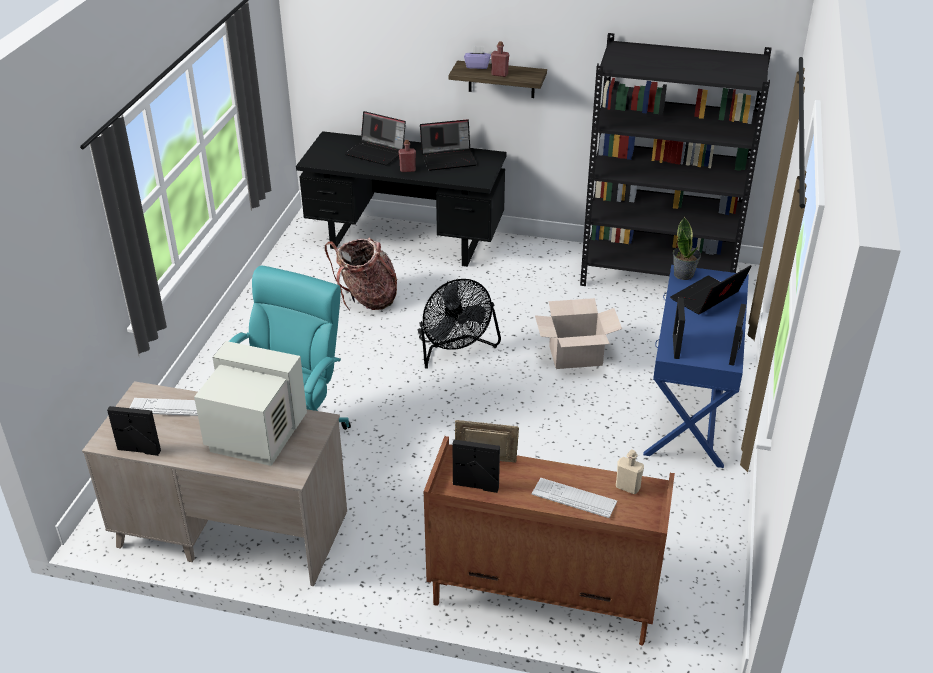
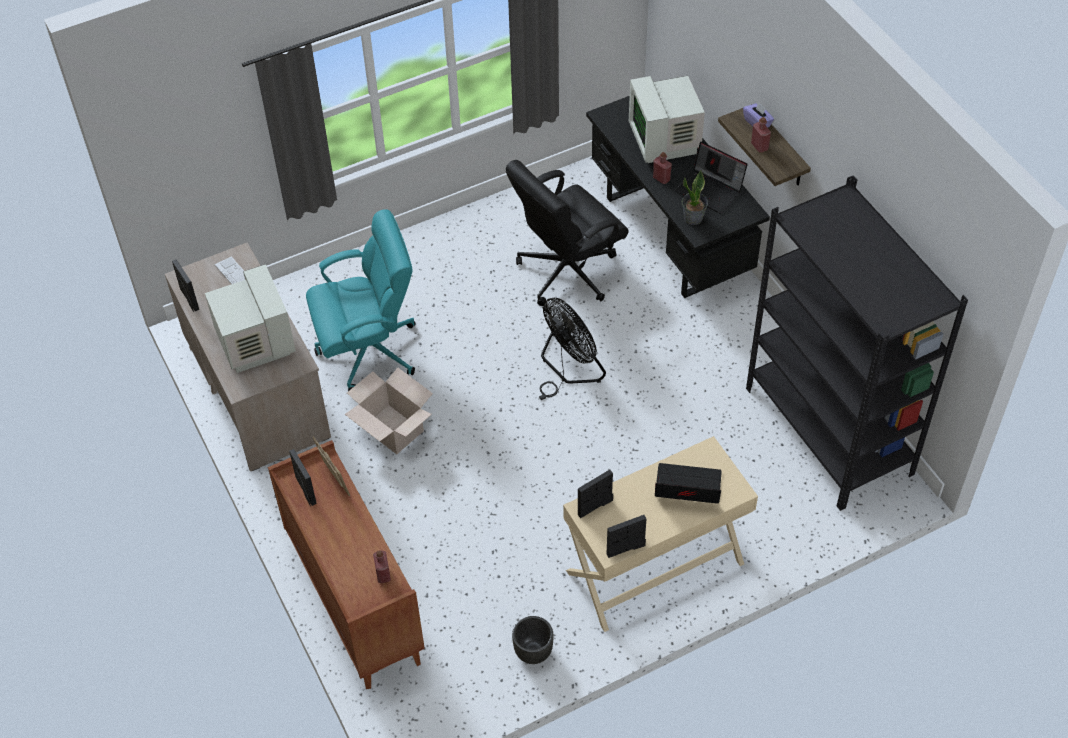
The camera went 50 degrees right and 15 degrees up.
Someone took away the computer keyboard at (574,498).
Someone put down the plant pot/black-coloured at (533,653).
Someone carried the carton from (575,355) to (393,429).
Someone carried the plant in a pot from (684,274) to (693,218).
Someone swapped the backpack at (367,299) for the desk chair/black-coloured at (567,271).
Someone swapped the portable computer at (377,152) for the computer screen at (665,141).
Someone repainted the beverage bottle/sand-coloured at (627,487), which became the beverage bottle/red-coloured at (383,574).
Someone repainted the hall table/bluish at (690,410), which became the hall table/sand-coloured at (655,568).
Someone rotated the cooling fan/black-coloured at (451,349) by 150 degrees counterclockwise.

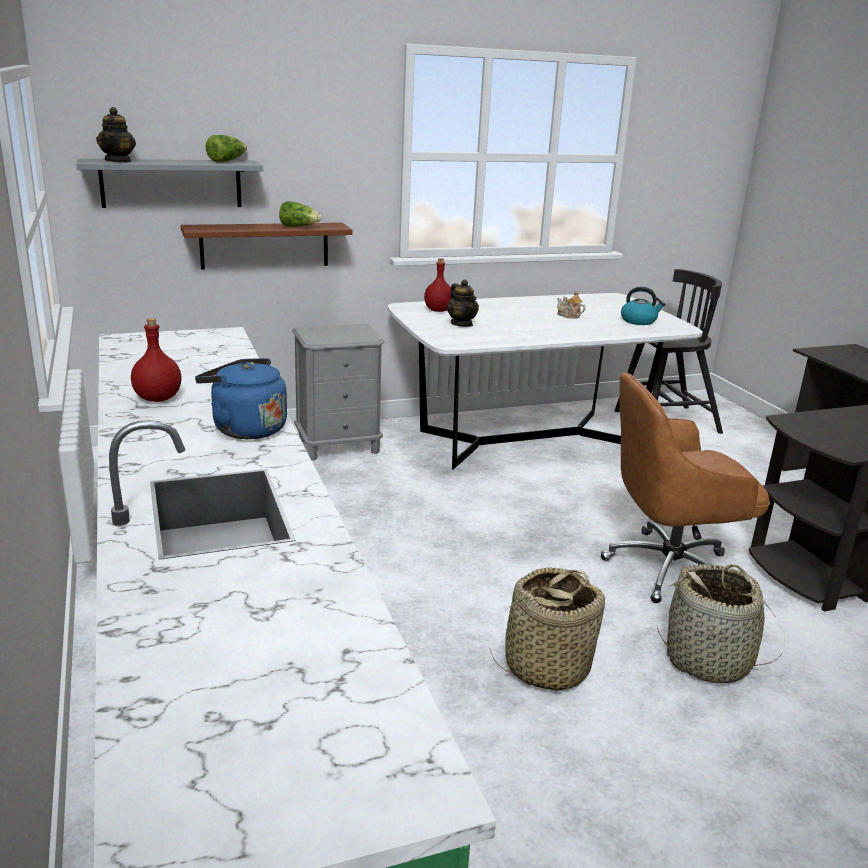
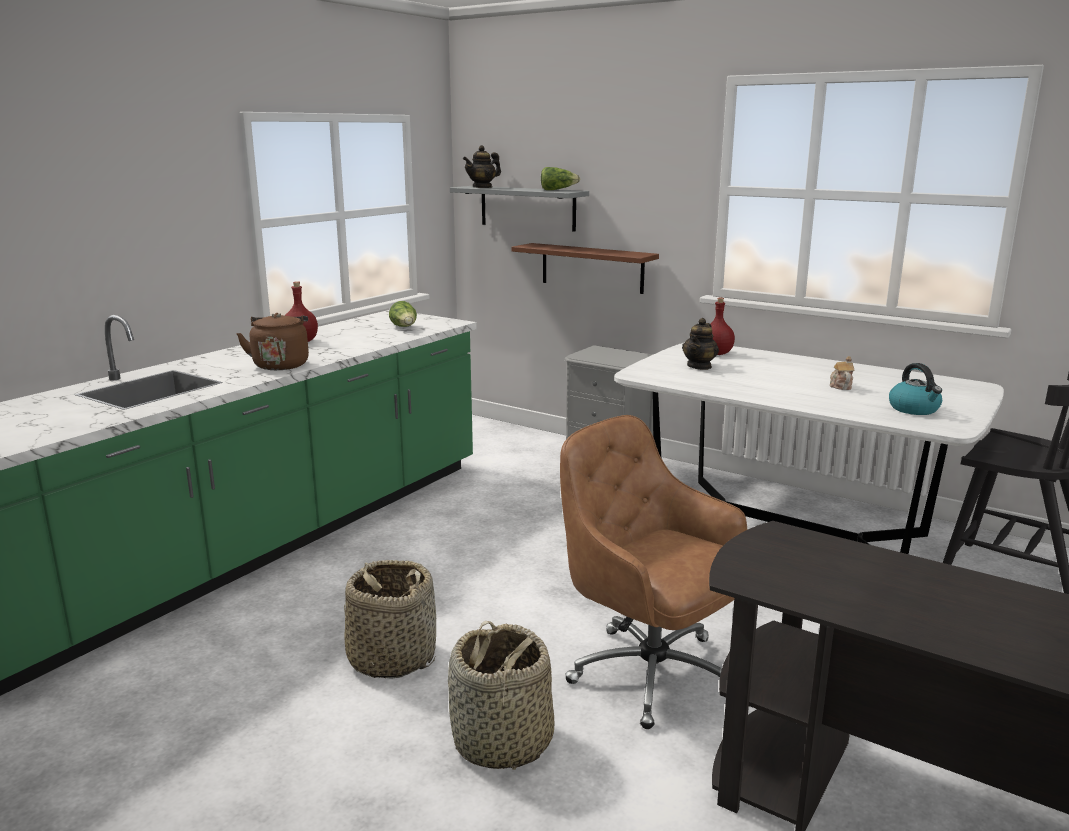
The camera went 55 degrees right and 5 degrees down.
Someone carried the head of lettuce from (299,227) to (405,327).
Someone repainted the water kettle/bluish at (245,429), which became the water kettle/brown at (281,365).

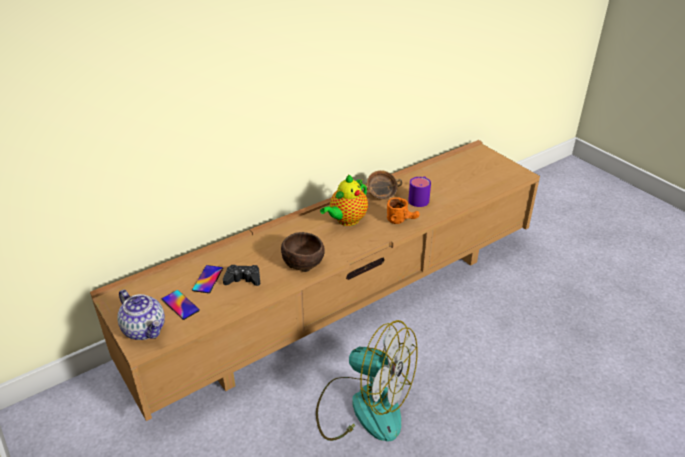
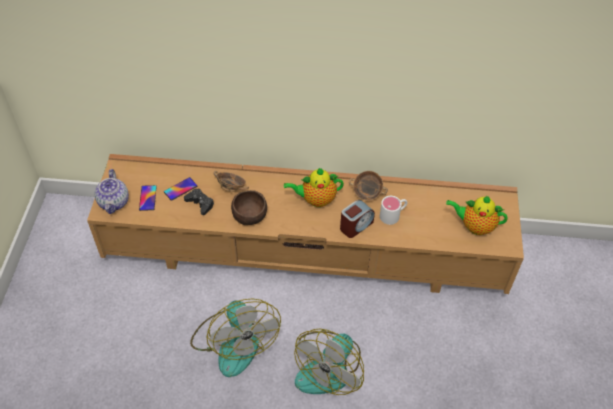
The camera went 40 degrees right and 15 degrees up.
Someone put down the bowl at (232,187).
Someone put down the cooling fan at (329,367).
Someone put down the pot for tea at (474,226).
Someone swapped the coffee mug/orange at (402,220) for the bedside clock at (356,225).
Someone repainted the coffee mug/purplish at (420,198), which became the coffee mug/white at (393,214).

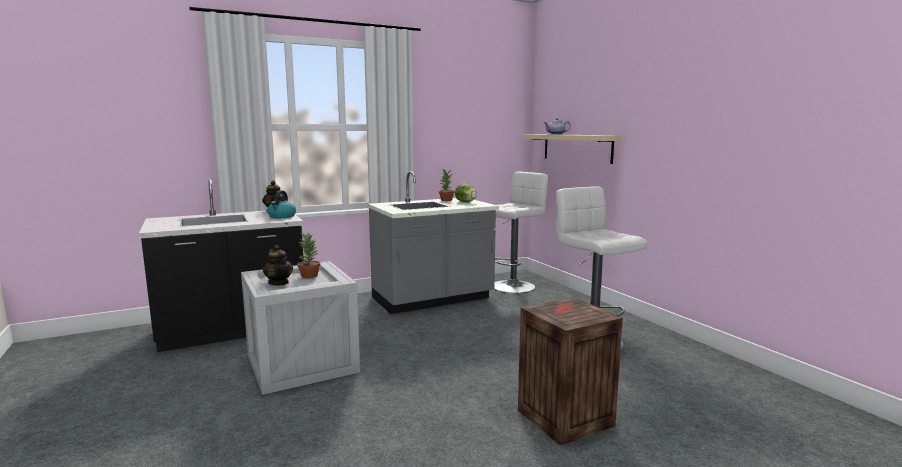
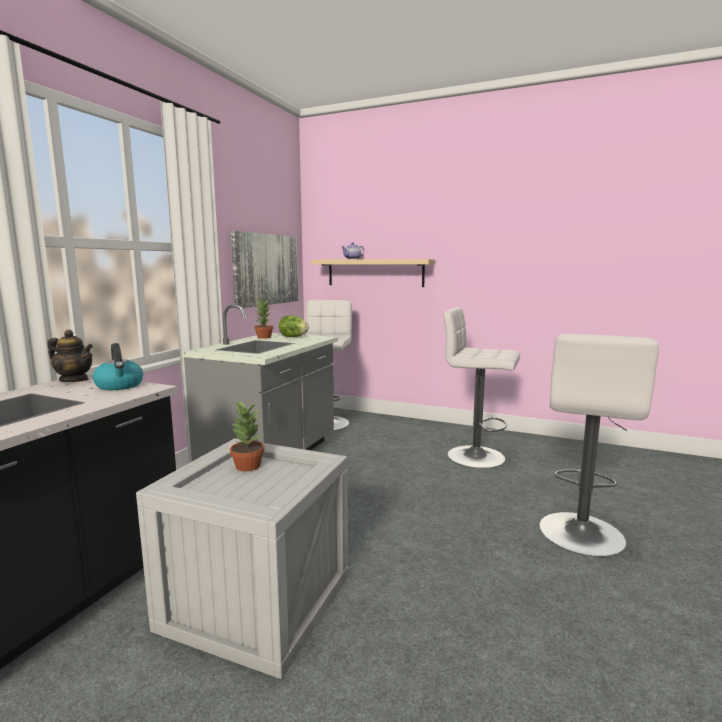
The camera went 40 degrees left and 0 degrees up.
Someone took away the pot for tea at (279,283).
Someone put up the wall art at (266,269).
Someone swapped the shipping crate at (563,417) for the sitting stool/white at (580,533).

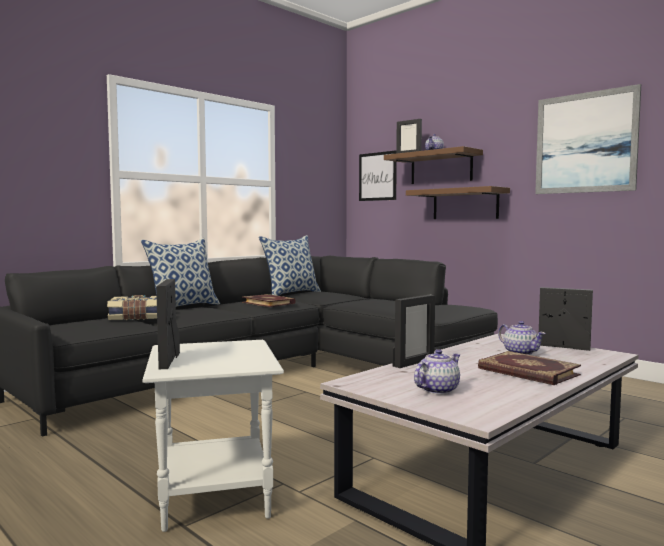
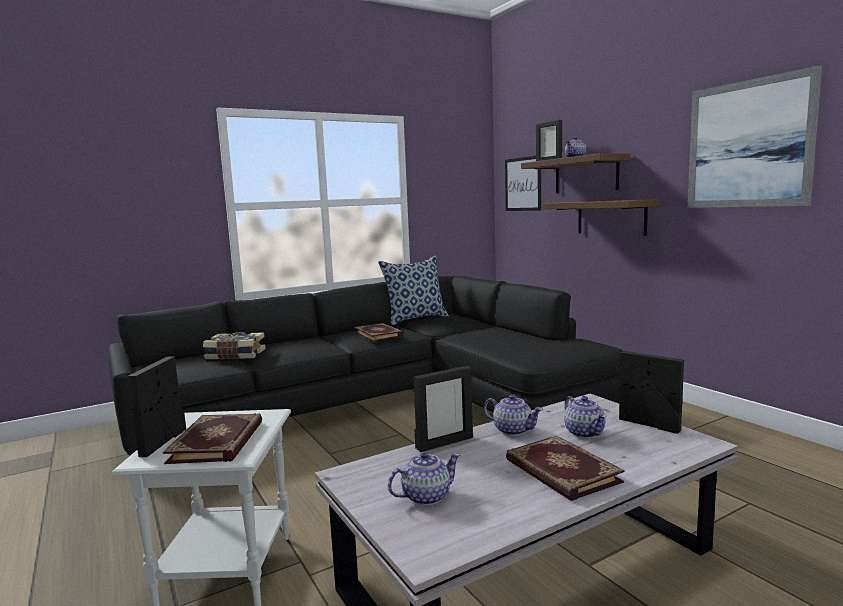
The camera went 15 degrees right and 5 degrees up.
Someone took away the pillow at (183,307).
Someone put down the bound book at (218,442).
Someone put down the pot for tea at (512,430).

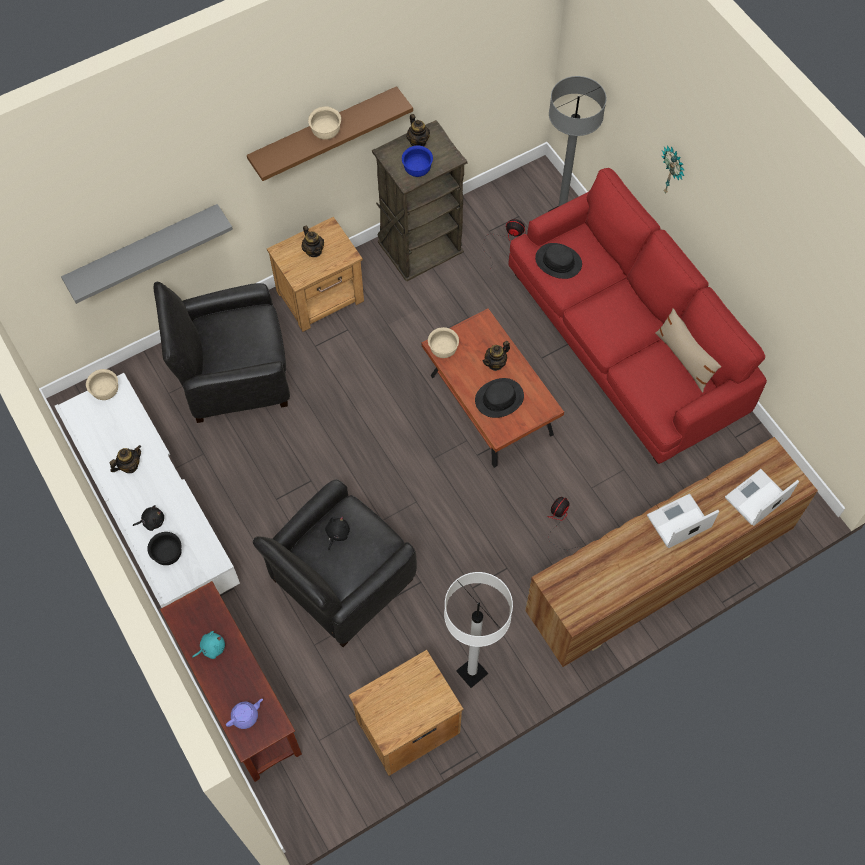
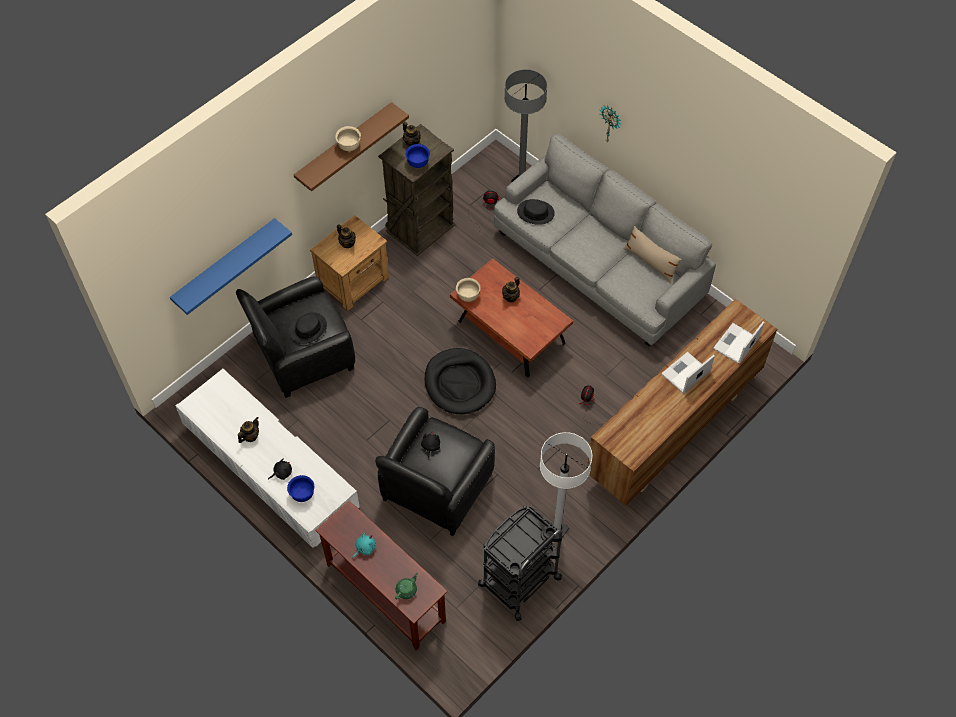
The camera went 15 degrees left and 5 degrees down.
Someone took away the bowl/sand-coloured at (106,392).
Someone put down the pet bed/black-coloured at (459,383).
Someone carried the hat/black-coloured from (499,398) to (308,328).
Someone swapped the night table/brown at (406,726) for the cart/black-coloured at (519,581).
Someone repainted the shelf/gray at (143,249), which became the shelf/bluish at (225,264).
Someone repainted the bowl/black-coloured at (168,554), which became the bowl/bluish at (302,494).
Someone repainted the pot for tea/purplish at (246,716), which became the pot for tea/green-coloured at (407,590).
Someone repainted the couch/red-coloured at (625,343), which became the couch/gray at (599,265).

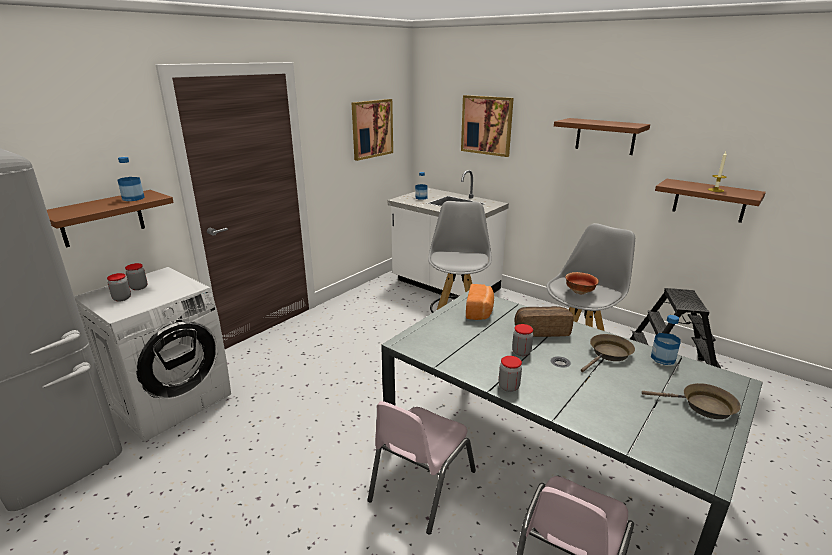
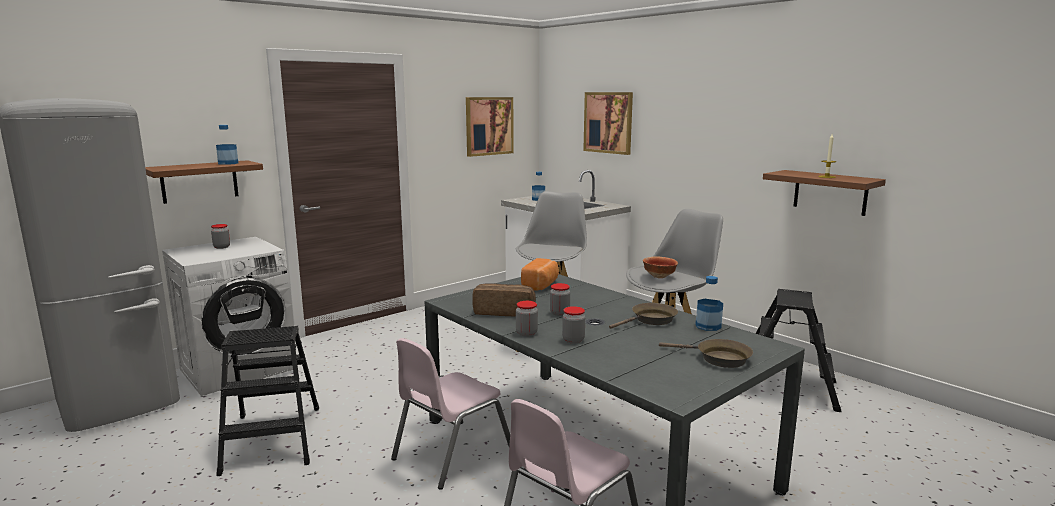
The camera went 10 degrees right and 10 degrees down.
Someone took away the shelf/brown at (605,136).
Someone put down the step ladder/black-coloured at (272,438).
Someone carried the preserve jar from (122,298) to (573,340).
Someone carried the baked bread from (541,330) to (504,311).

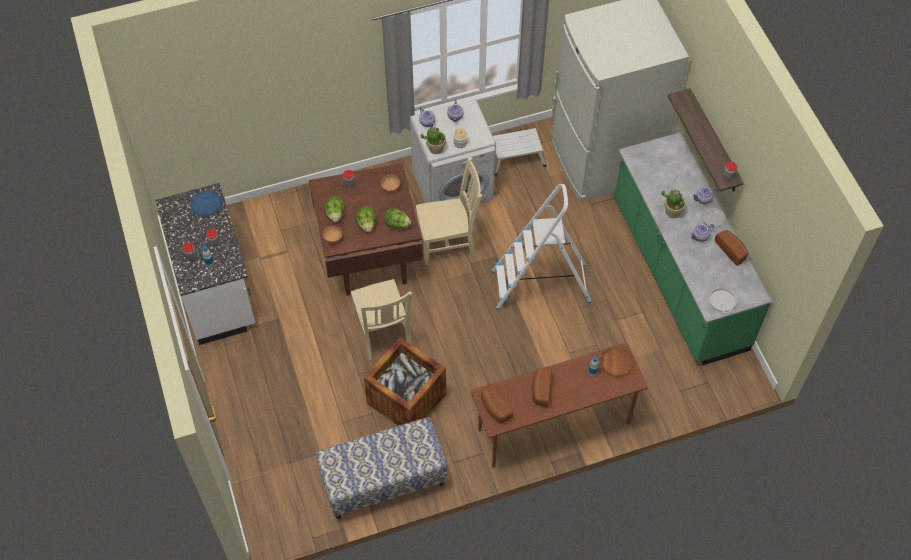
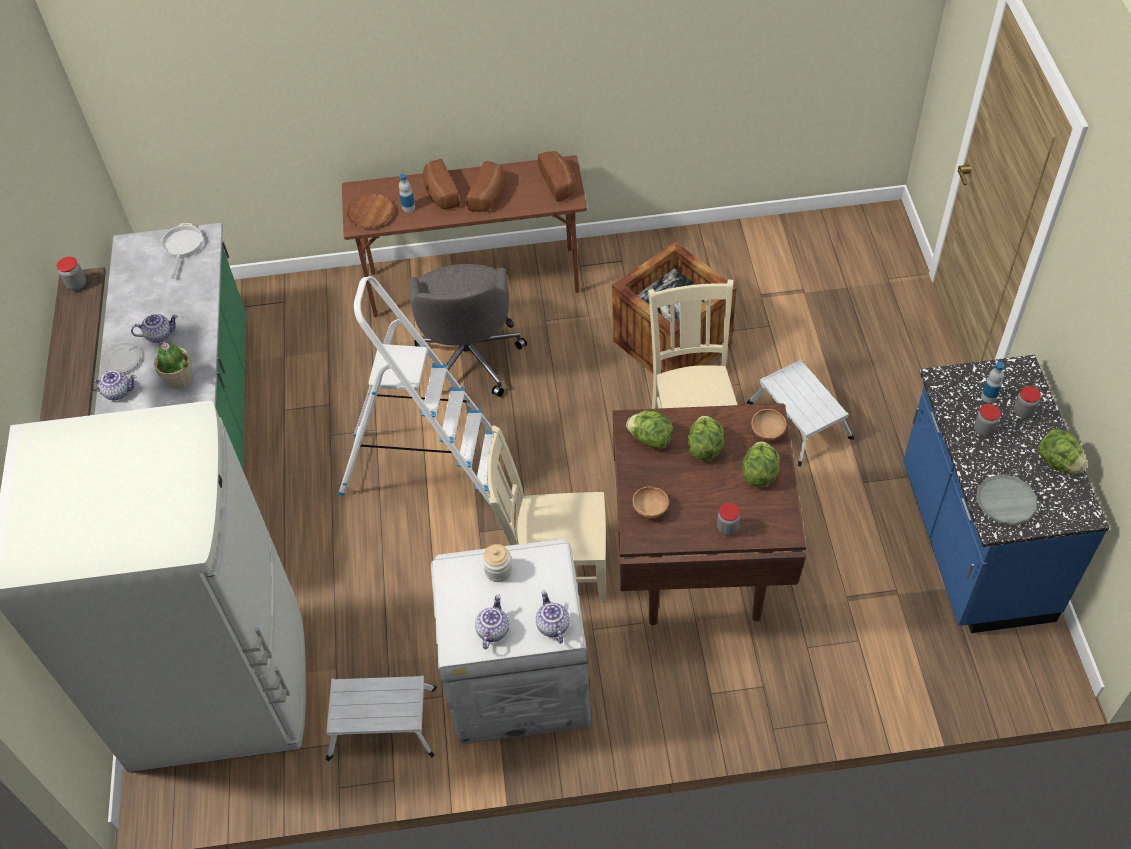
The camera went 165 degrees left and 5 degrees down.
Someone took away the long seat at (383,481).
Someone took away the plant in a pot at (435,148).
Someone put down the desk chair/gray at (469,360).
Someone put down the step ladder/white at (800,420).
Someone put down the head of lettuce at (1058,463).
Someone carried the baked bread from (732,250) to (440,194).
Someone repainted the counter/white at (217,291), which became the counter/bluish at (972,544).
Someone repainted the dinner plate/bluish at (206,204), which became the dinner plate/gray at (1005,502).

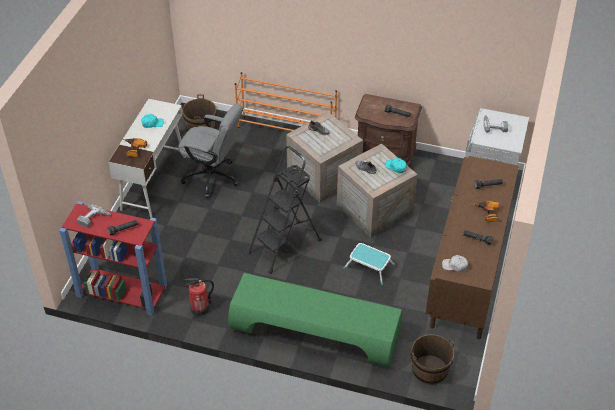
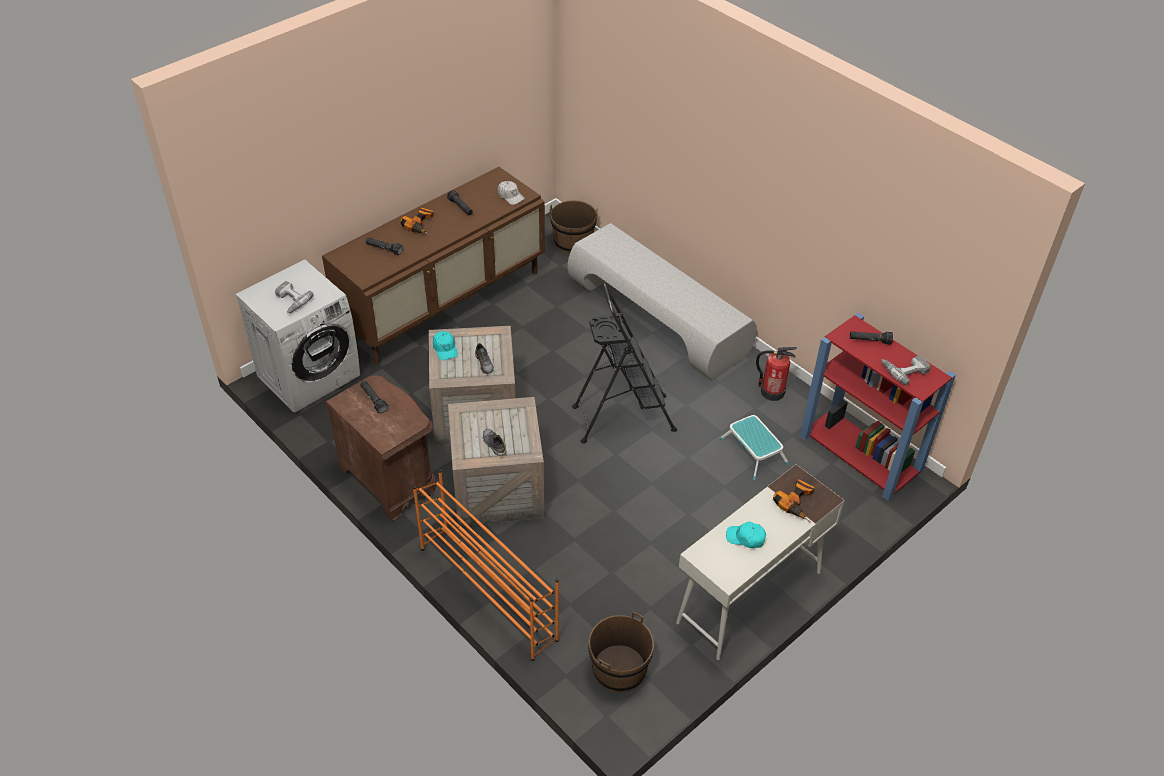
The camera went 150 degrees left and 0 degrees up.
Someone took away the desk chair/gray at (214,179).
Someone carried the step ladder/blue-green from (369,266) to (753,451).
Someone repainted the long seat/green-coloured at (315,331), which became the long seat/gray at (658,317).

